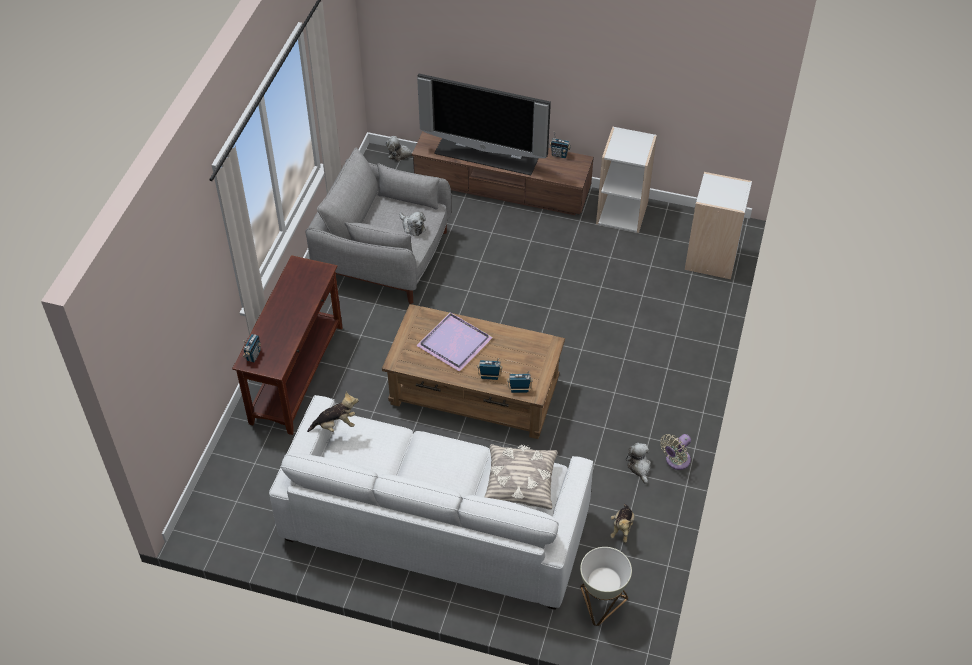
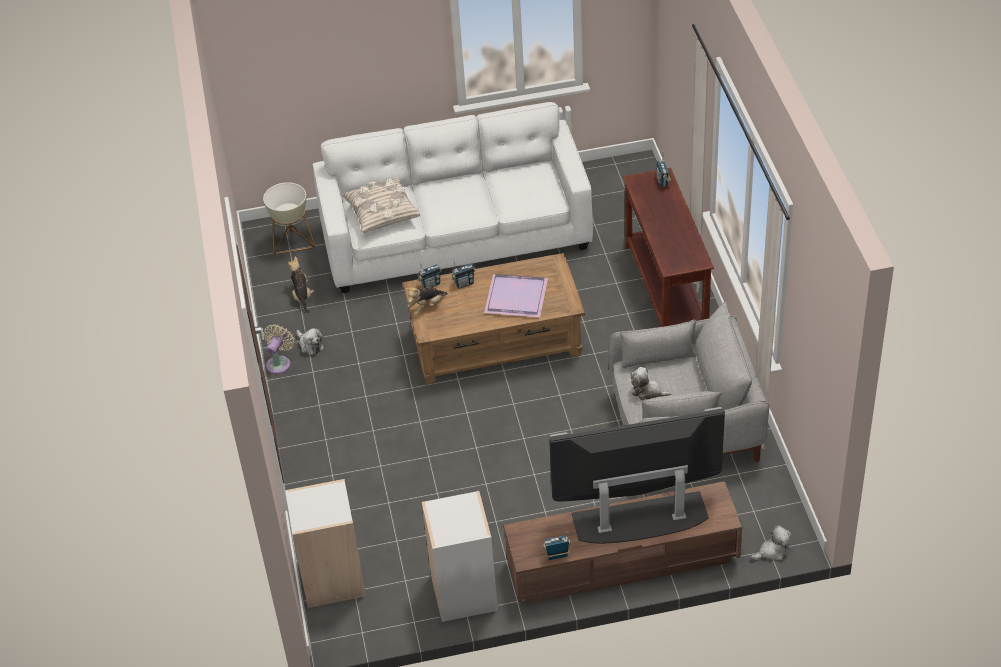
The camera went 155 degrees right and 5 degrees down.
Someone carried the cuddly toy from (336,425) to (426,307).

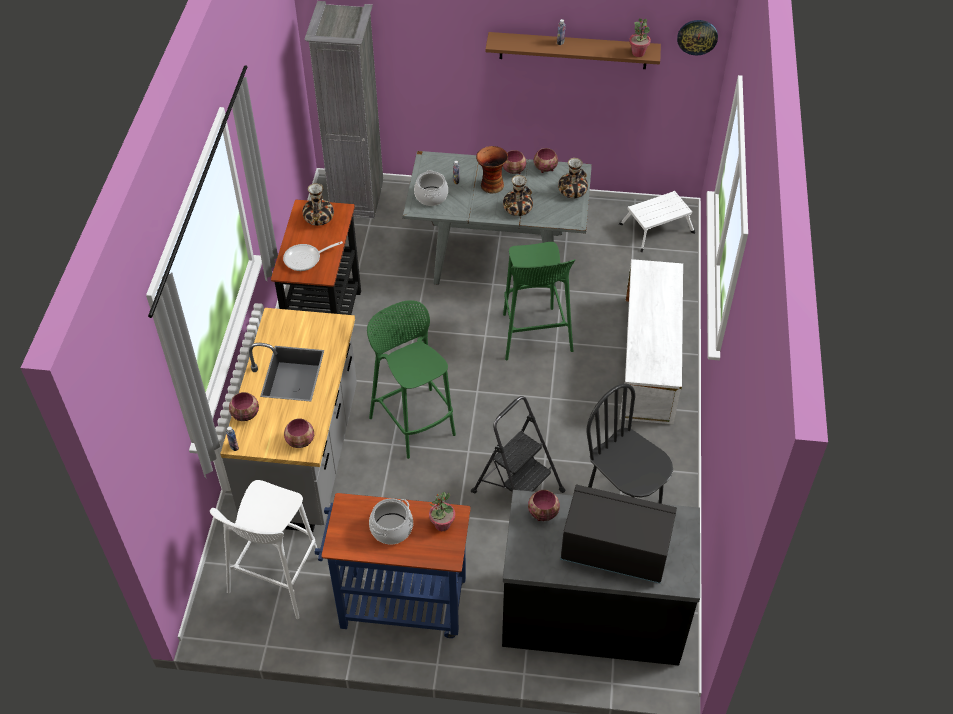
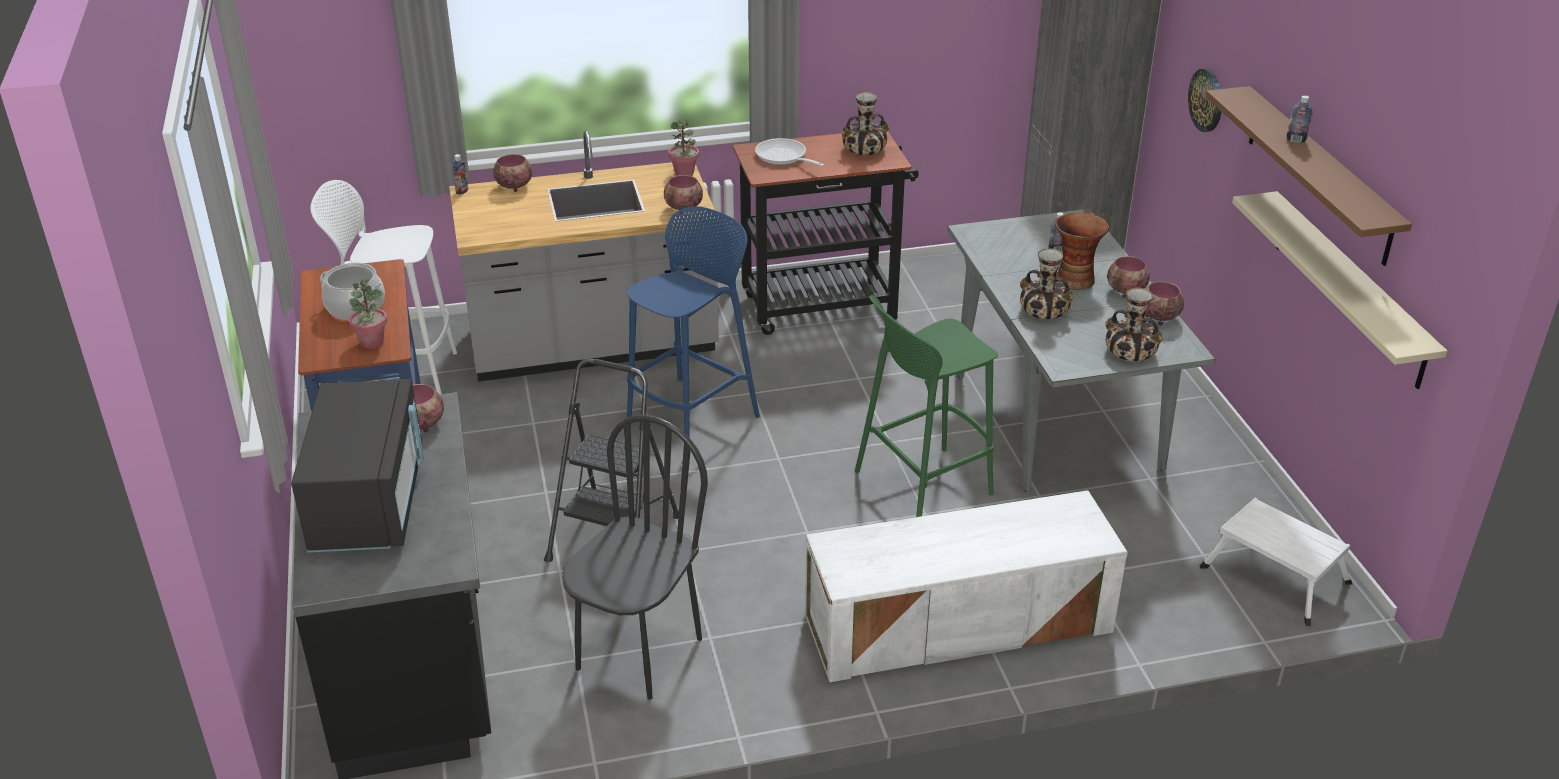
The camera went 70 degrees right and 15 degrees down.
Someone took away the saucepot at (431,196).
Someone put up the shelf/sand-coloured at (1349,288).
Someone carried the bowl from (301,441) to (683,209).
Someone carried the plant in a pot from (638,53) to (684,173).
Someone carried the wall clock from (697,37) to (1207,100).
Someone repainted the sitting stool/green-coloured at (414,422), which became the sitting stool/bluish at (691,417).

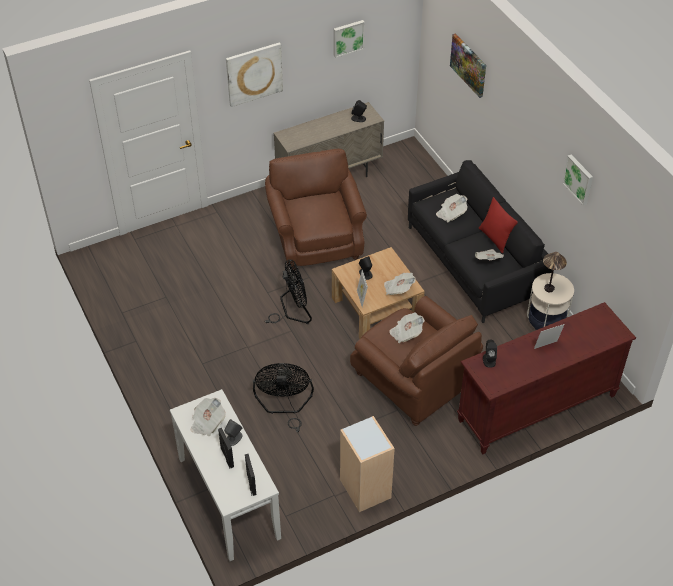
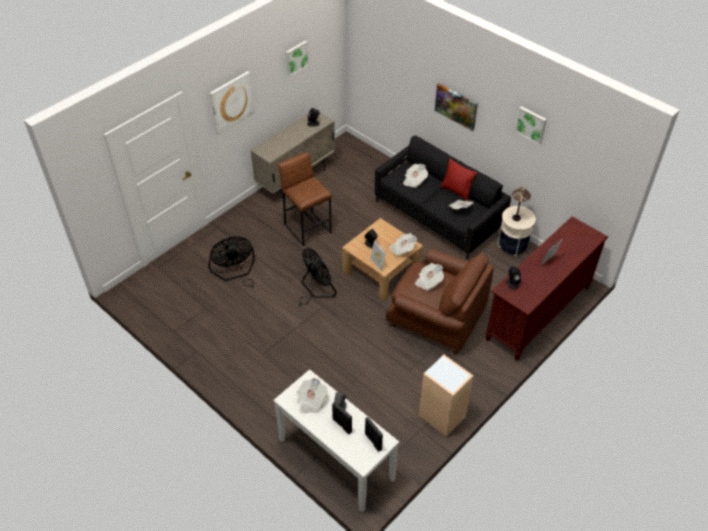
The camera went 20 degrees left and 0 degrees up.
Someone carried the cooling fan/black-coloured from (285,406) to (236,273).
Someone carried the wall art from (469,65) to (456,106).
Someone swapped the easy chair/brown at (315,238) for the sitting stool/brown at (307,228).

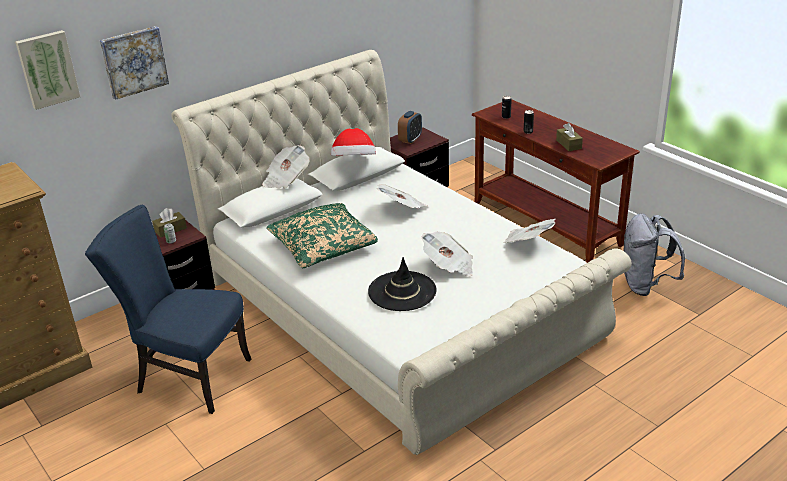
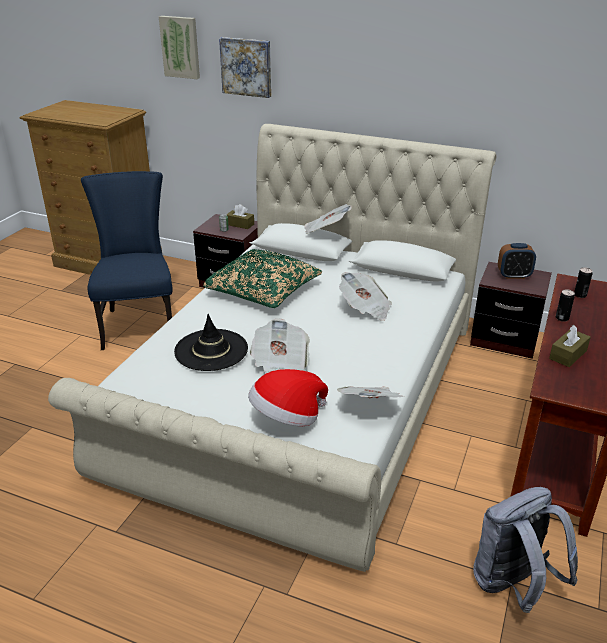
The camera went 60 degrees right and 0 degrees up.
Someone carried the hat from (354,163) to (287,418).

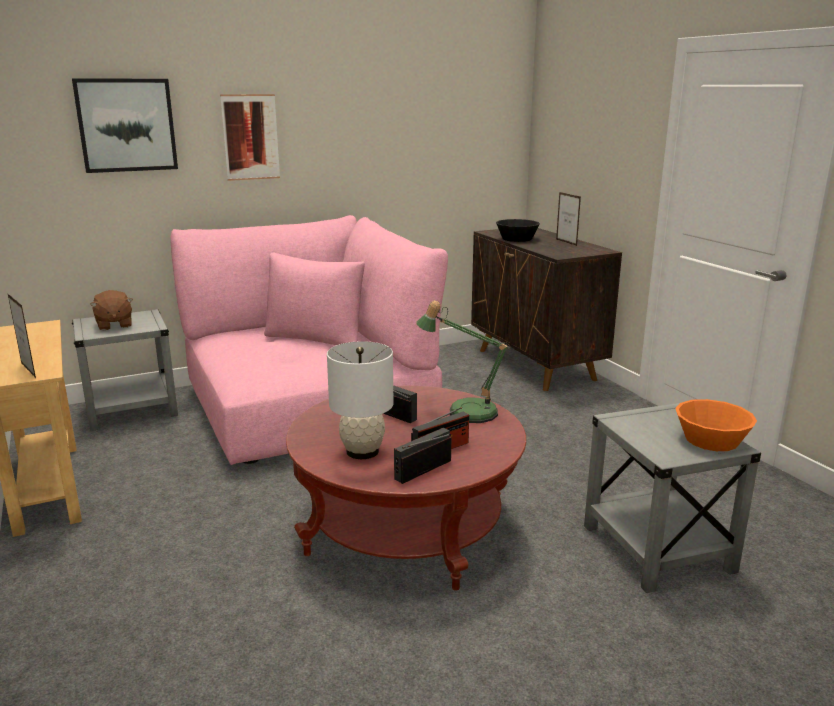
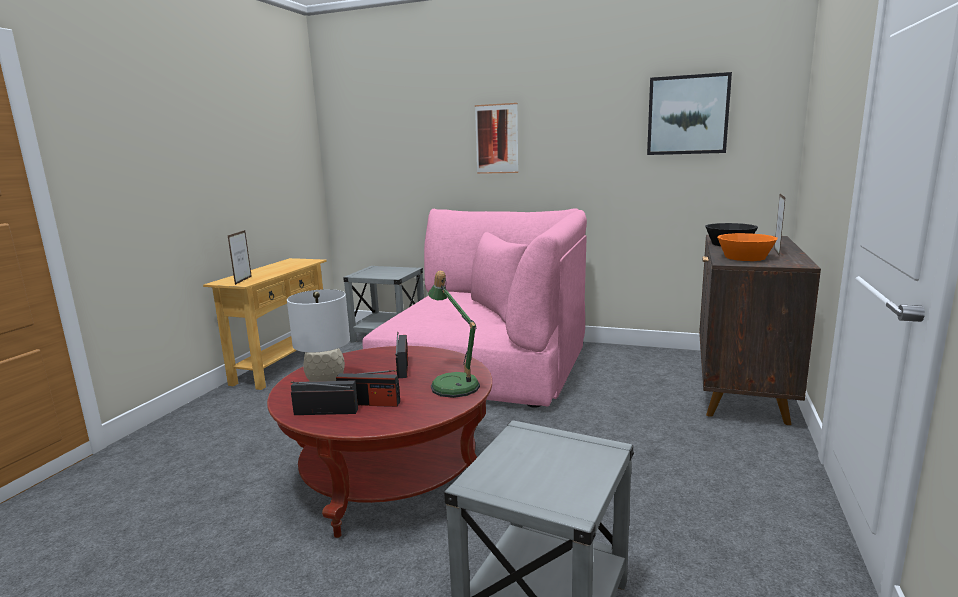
The camera went 45 degrees right and 5 degrees down.
Someone took away the cuddly toy/brown at (114,325).
Someone carried the wall art from (126,125) to (687,115).
Someone carried the bowl/orange from (711,439) to (745,257).

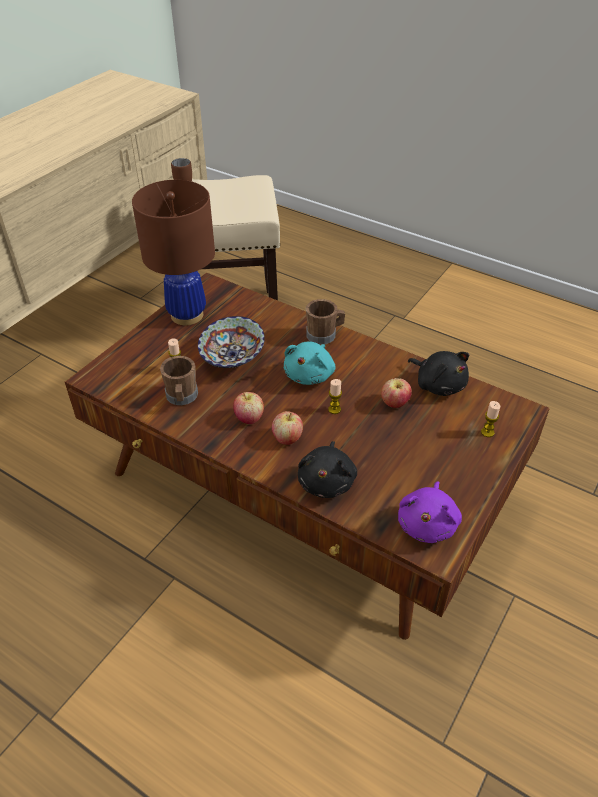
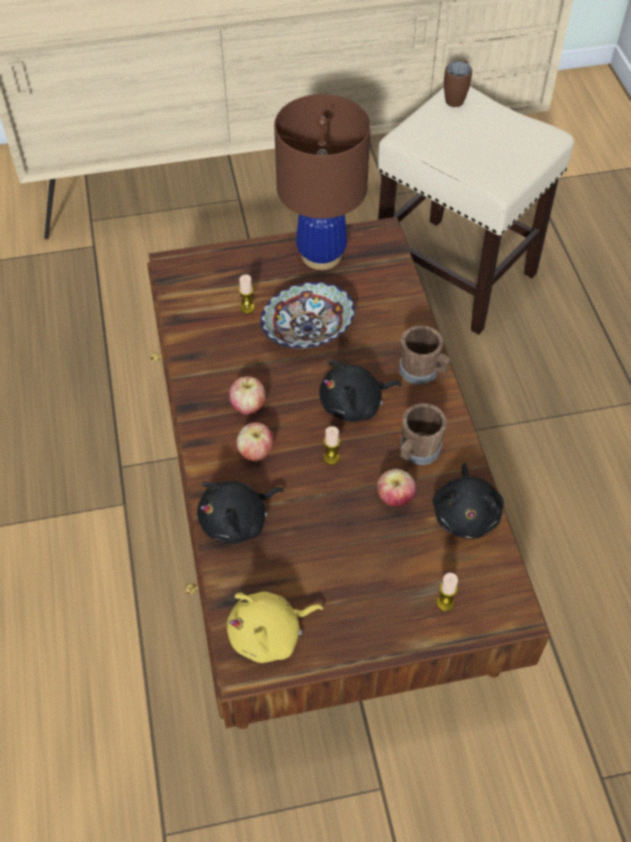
The camera went 45 degrees right and 10 degrees up.
Someone carried the coffee mug/brown from (182,397) to (417,452).
Someone repainted the cuddly toy/blue-green at (310,374), which became the cuddly toy/black-coloured at (355,404).
Someone repainted the cuddly toy/purplish at (427,523), which became the cuddly toy/yellow-coloured at (270,635).

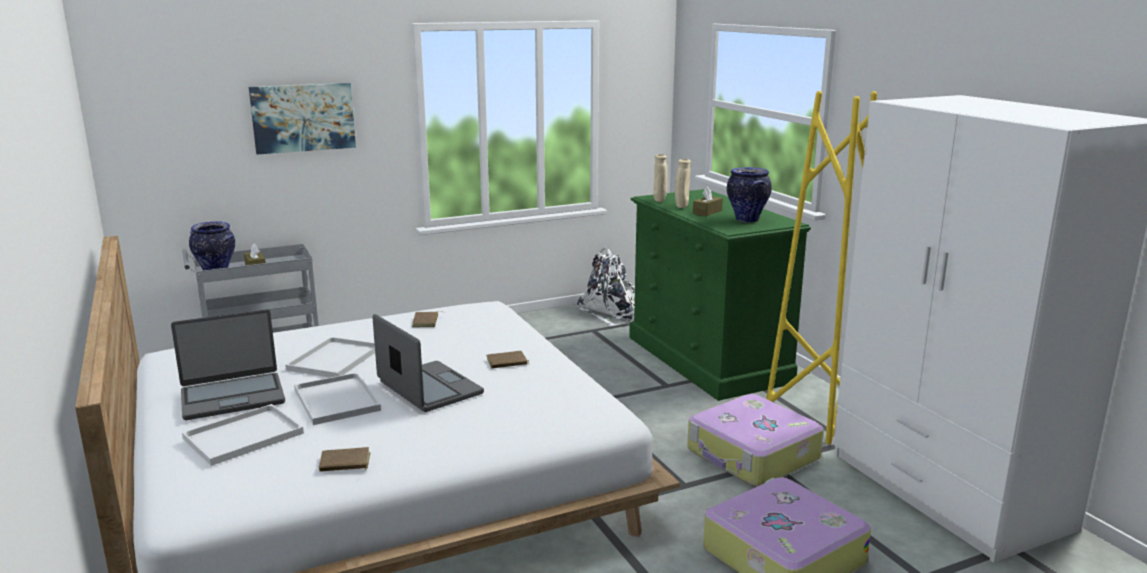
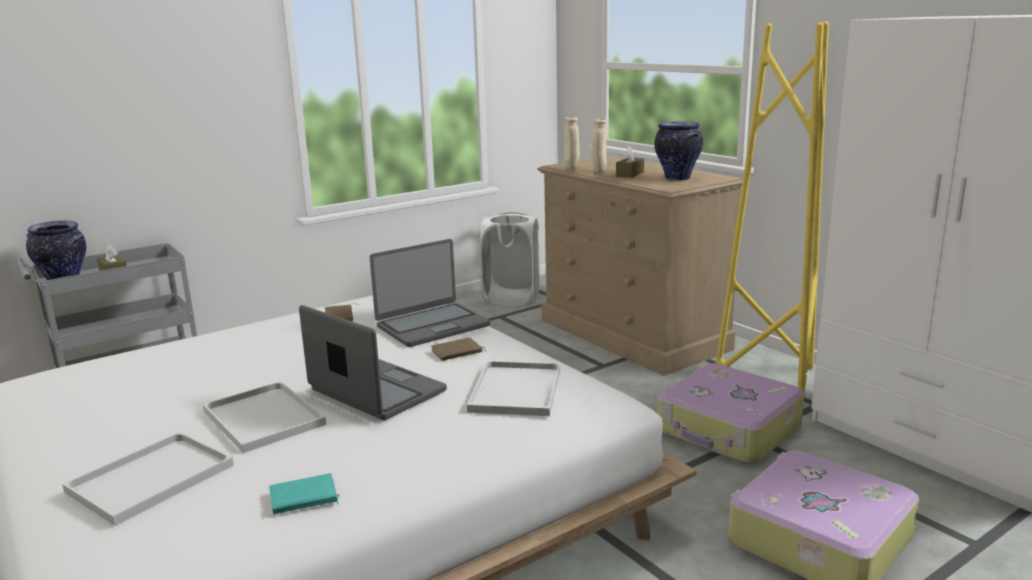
The camera went 10 degrees left and 0 degrees up.
Someone took away the wall art at (303,117).
Someone carried the portable computer from (232,397) to (432,326).
Someone carried the tray/white from (334,360) to (517,391).
Someone swapped the backpack/white at (610,313) for the hamper/white at (511,297).
Someone repainted the bound book/brown at (344,463), which became the bound book/blue-green at (304,499).
Someone repainted the chest of drawers/green-coloured at (707,359), which became the chest of drawers/sand-coloured at (632,334).

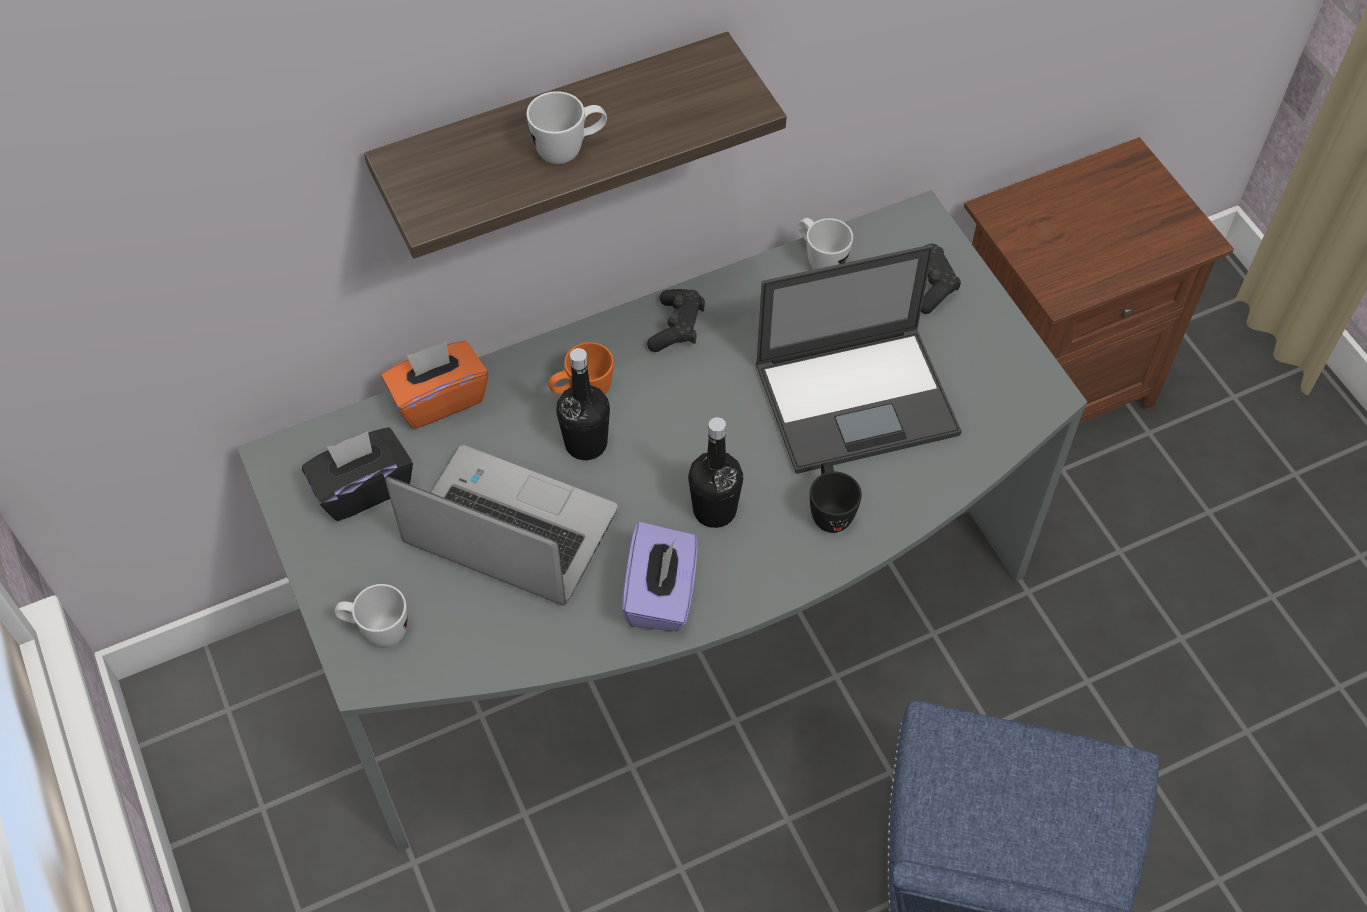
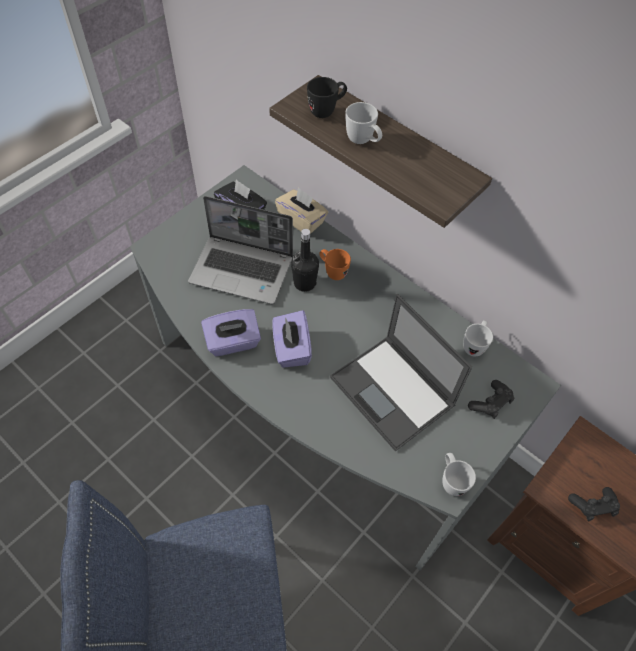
The camera went 65 degrees right and 0 degrees up.
Someone carried the coffee mug/white from (376,631) to (451,480).
Someone carried the joypad/black-coloured from (677,328) to (592,506).
Someone carried the coffee mug/black-coloured from (829,511) to (326,111).
Someone swapped the beverage bottle/black-coloured at (714,510) for the tissue holder/purplish at (291,349).
Someone repainted the tissue holder/orange at (439,399), which became the tissue holder/sand-coloured at (301,220).
Someone rotated the portable computer at (507,530) by 105 degrees clockwise.

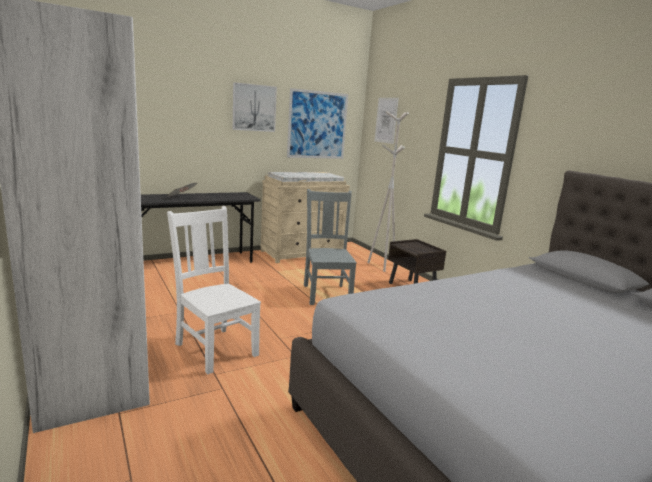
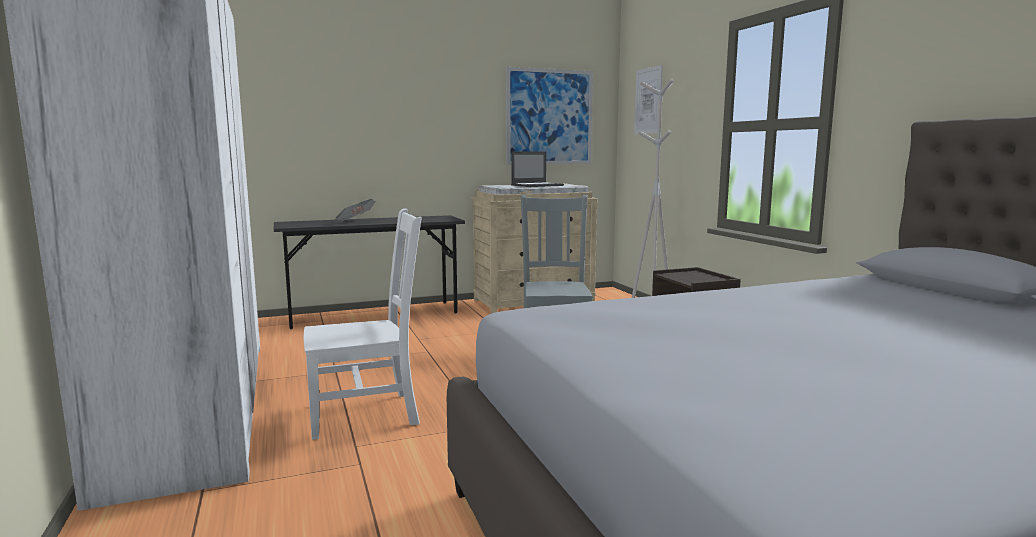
The camera went 10 degrees right and 5 degrees down.
Someone took away the wall art at (254,108).
Someone put down the portable computer at (537,185).
Someone rotated the chair/white at (215,348) by 105 degrees clockwise.

